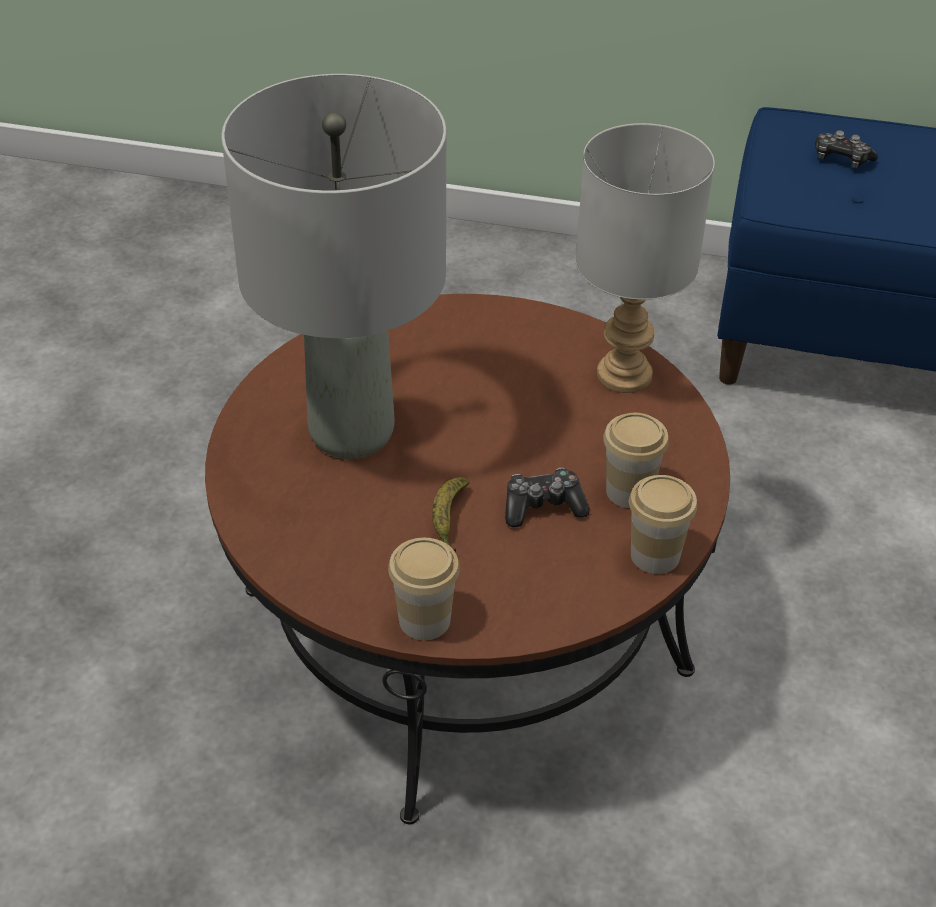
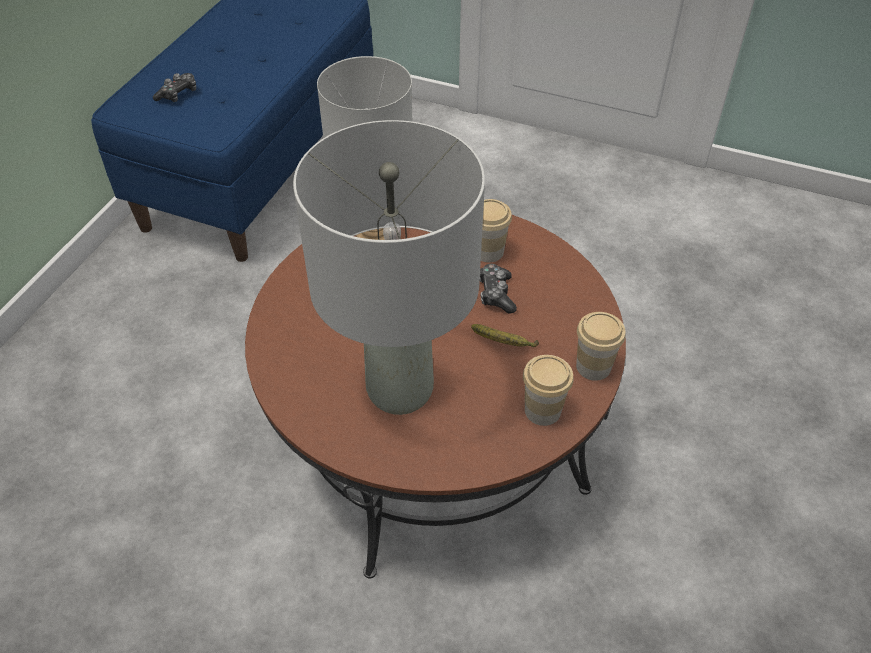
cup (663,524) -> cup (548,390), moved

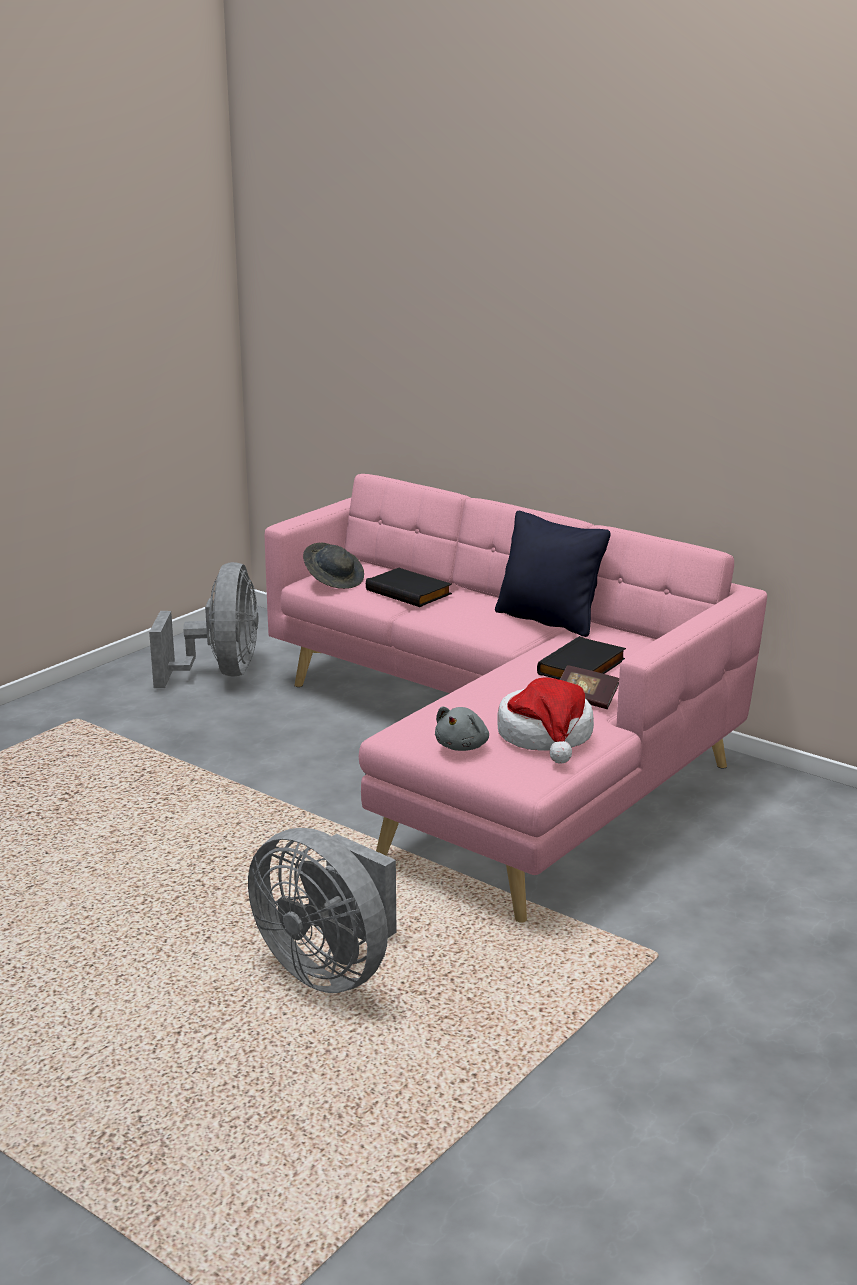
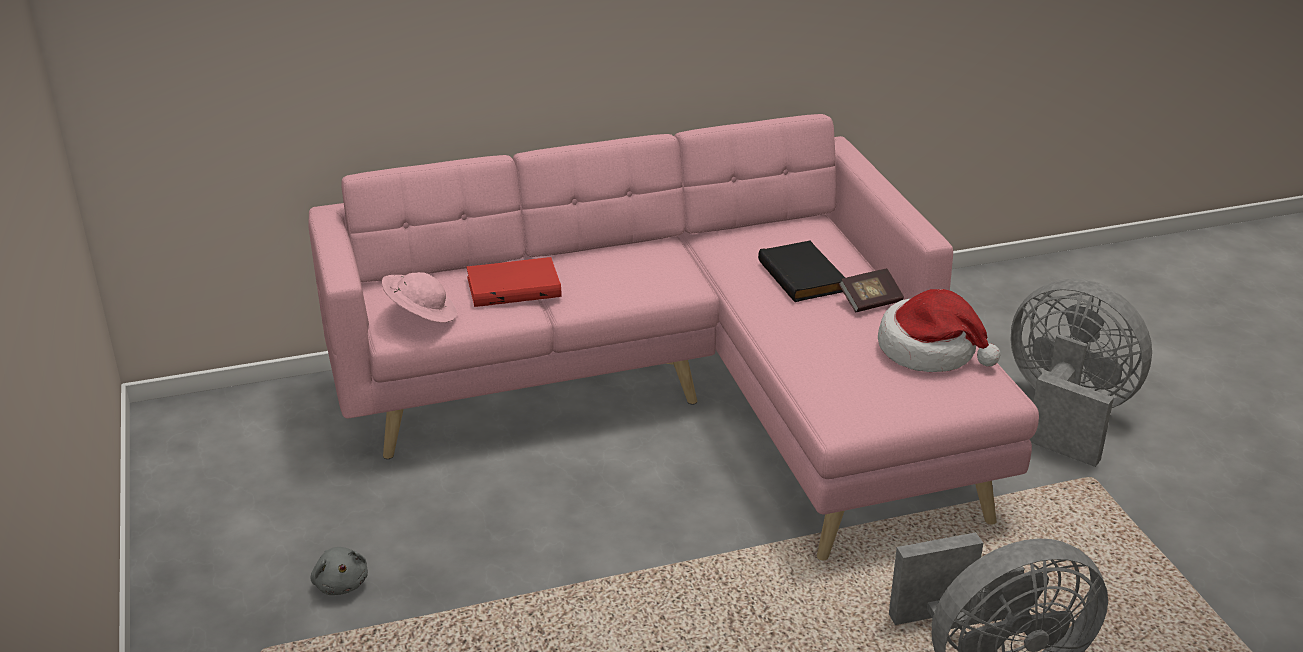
plush toy (grey) (462,728) -> plush toy (grey) (339,571), moved
hat (grey) (333,566) -> hat (pink) (419,297)
book (black) (409,587) -> book (red) (513,282)
fan (grey) (203,625) -> fan (grey) (1081,373), moved
pillow (black) (552,574) -> none

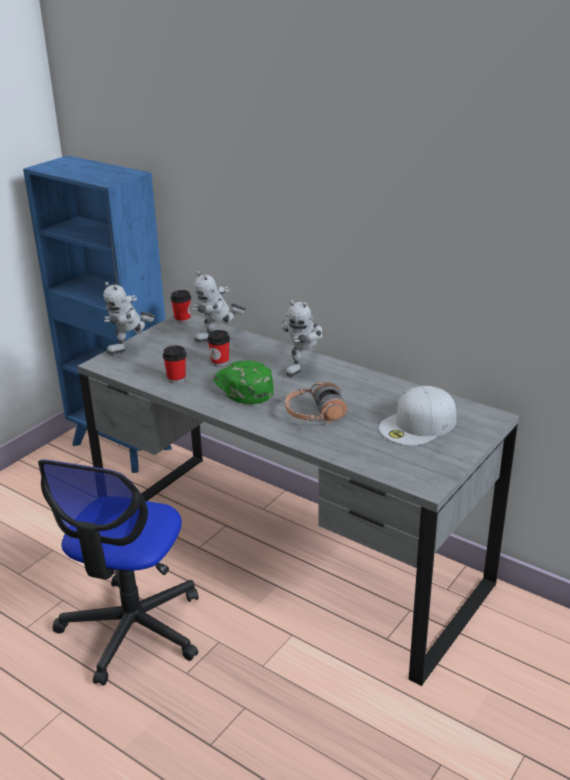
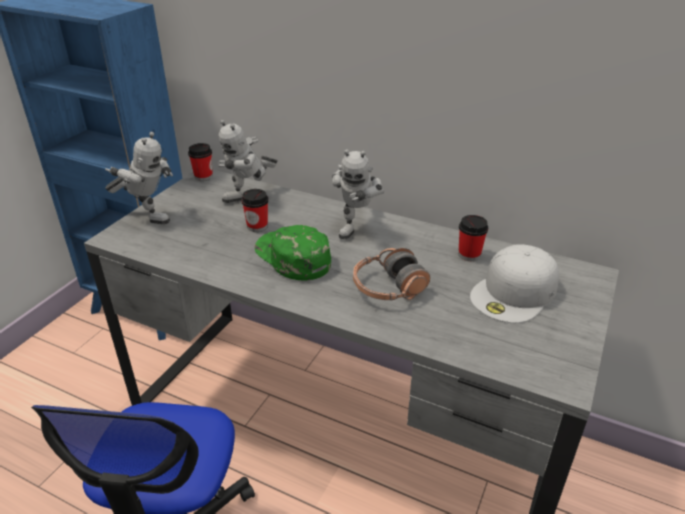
toy robot (129,318) -> toy robot (139,178), 105 degrees counterclockwise
cup (174,365) -> cup (473,238), moved

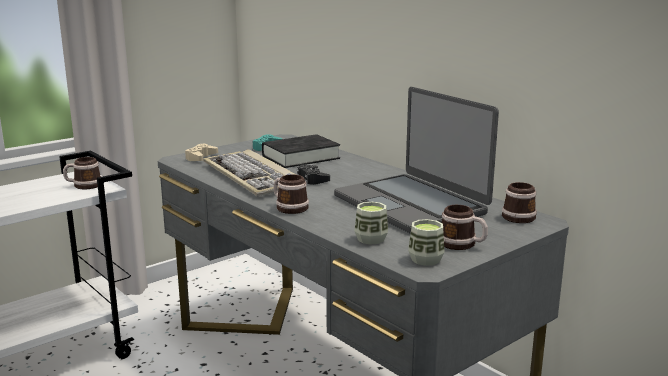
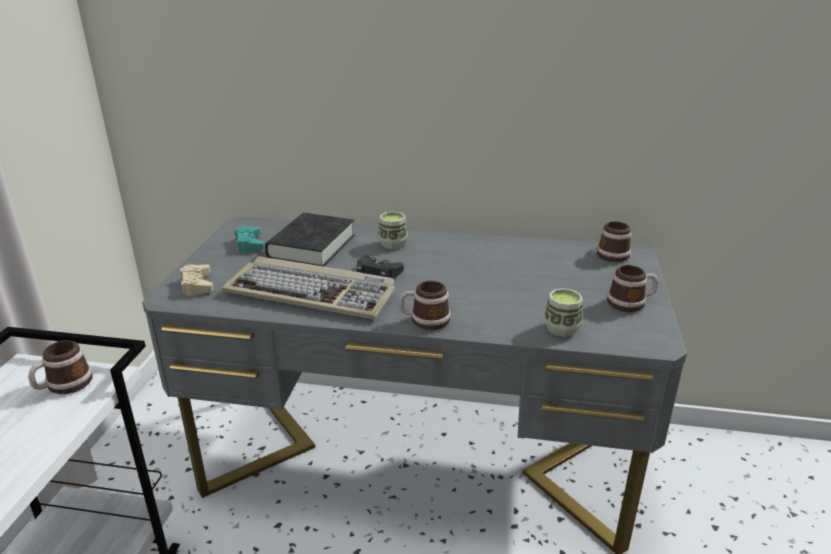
cup (426,242) -> cup (393,230), moved
laptop (416,160) -> none

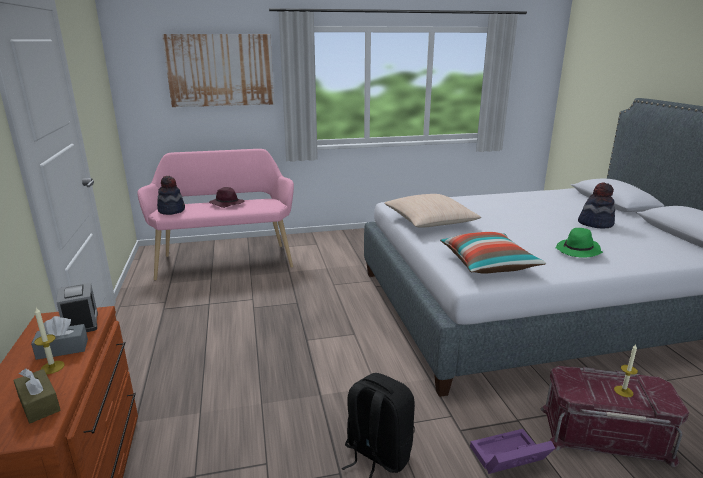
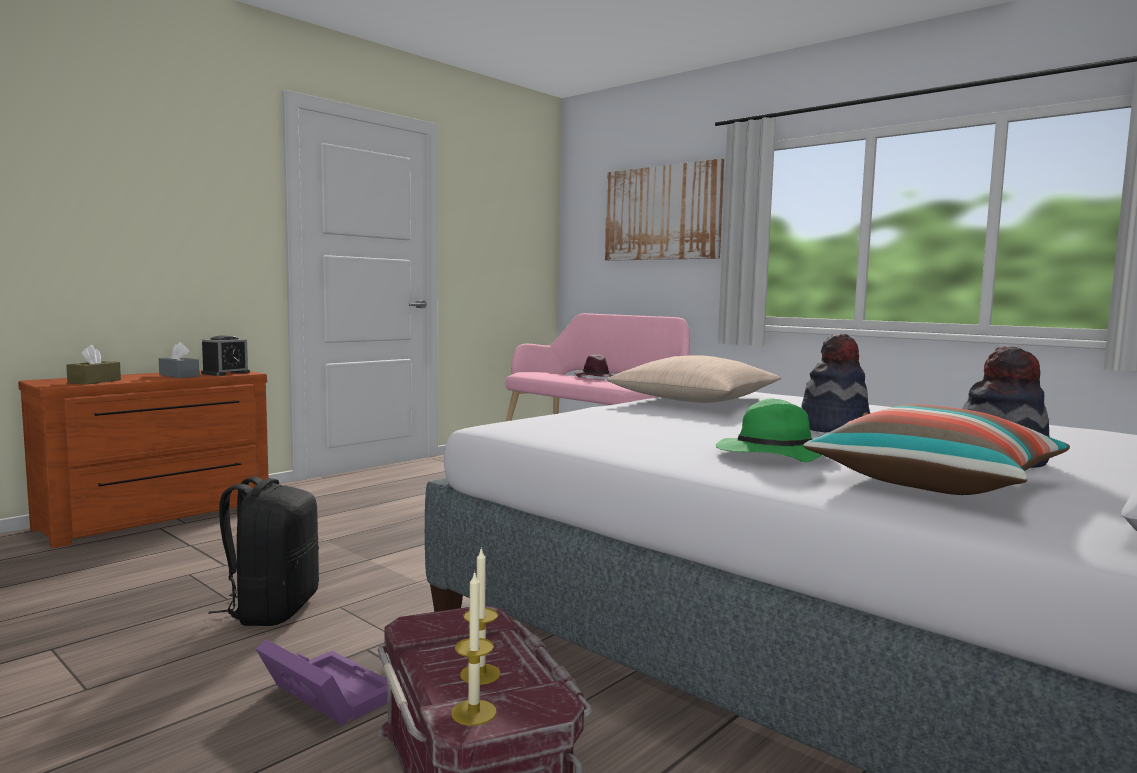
candle (49,341) -> candle (474,648), moved
hat (171,195) -> hat (835,383), moved
pillow (493,253) -> pillow (936,449), moved

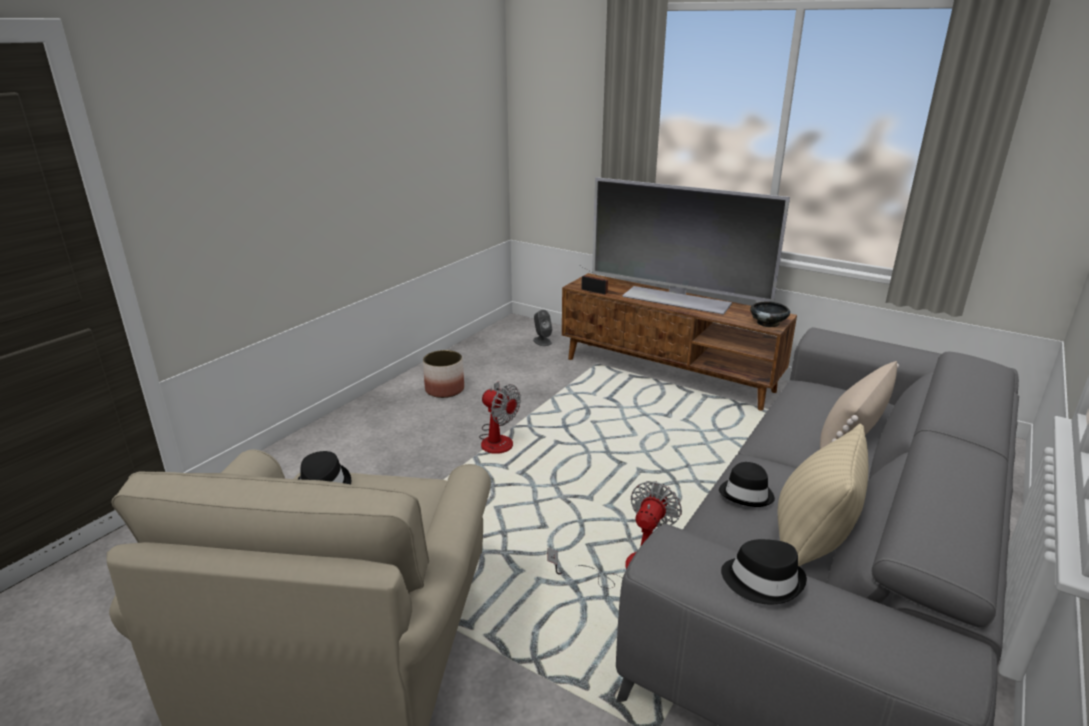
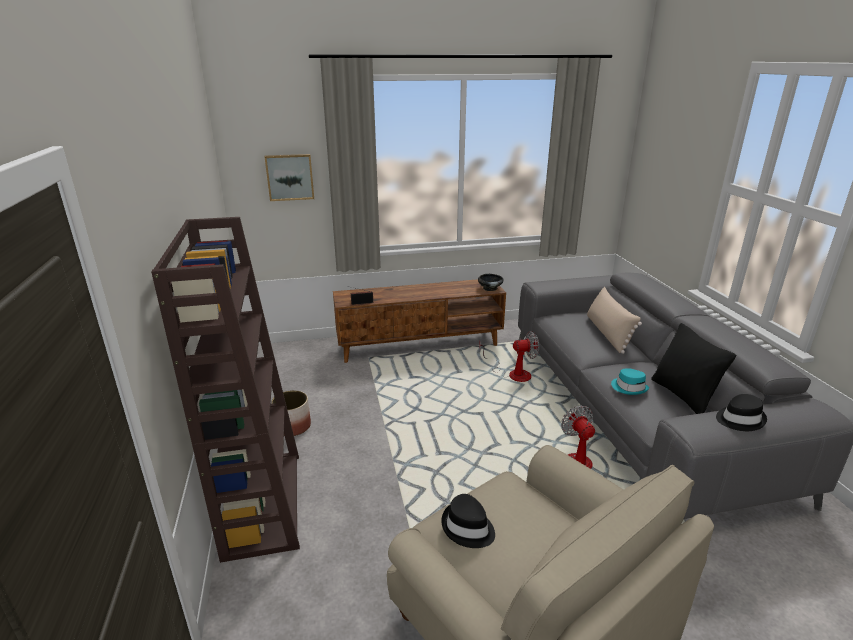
none -> bookcase (brown) (225,390)
none -> picture (289,177)
fan (500,417) -> fan (509,356), moved
hat (black) (747,484) -> hat (turquoise) (630,381)
pillow (beige) (823,495) -> pillow (black) (693,368)
speaker (grey) (542,328) -> none
television (691,246) -> none

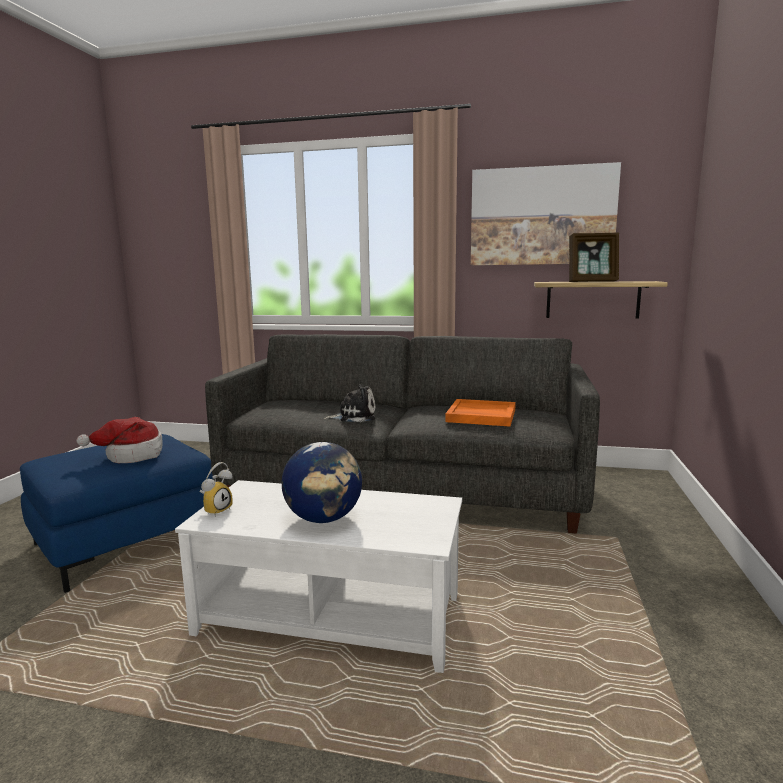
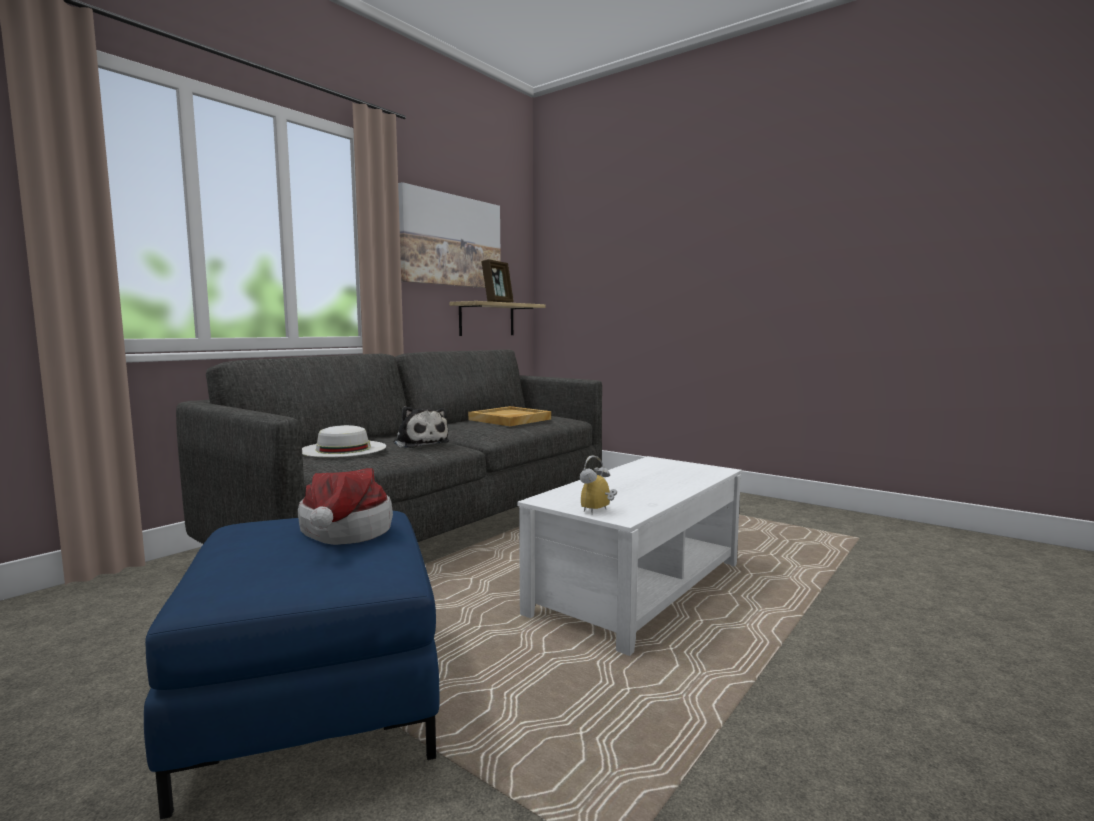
none -> hat (white) (344,441)
plush toy (350,403) -> plush toy (421,427), 120 degrees clockwise
tray (orange) (481,413) -> tray (beige) (509,416)
alarm clock (216,489) -> alarm clock (598,485), 105 degrees counterclockwise
globe (322,482) -> none

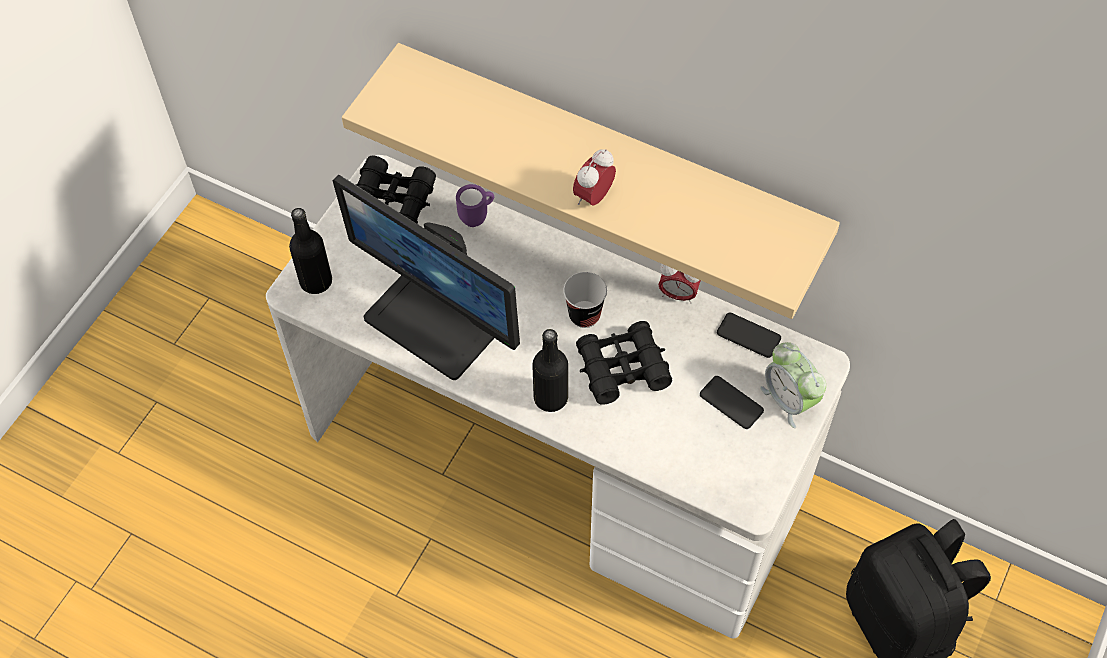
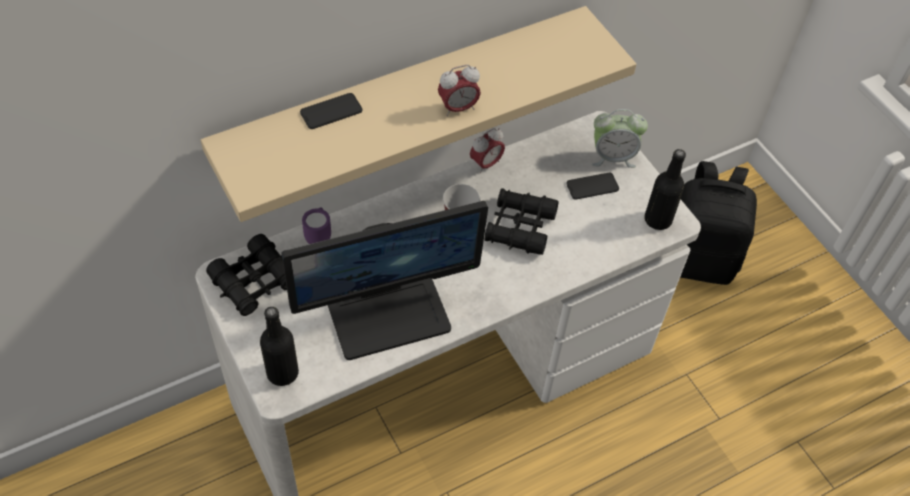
phone (749,335) -> phone (331,111), moved
alarm clock (594,177) -> alarm clock (459,90), 90 degrees counterclockwise
bottle (black) (550,370) -> bottle (black) (665,189), moved

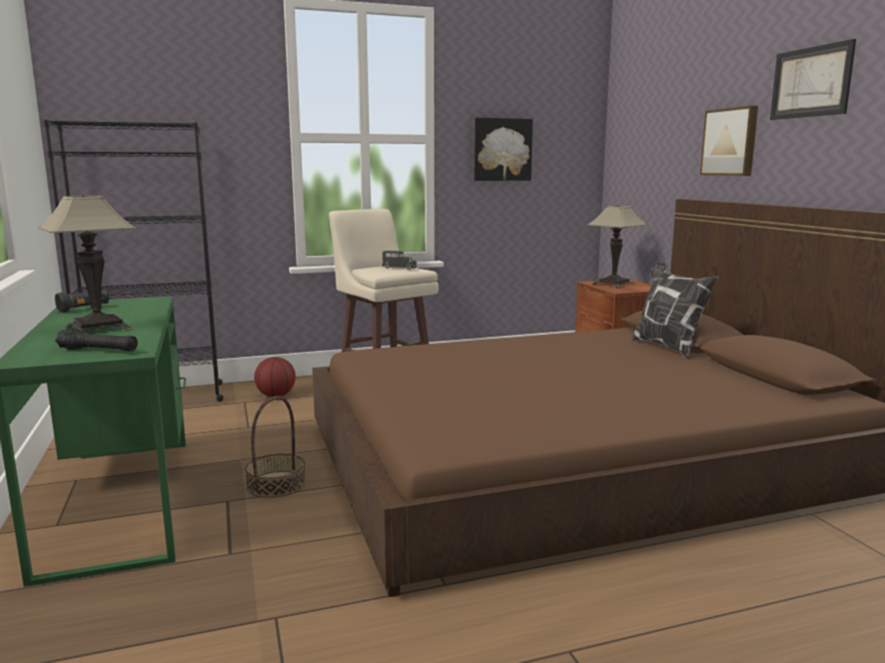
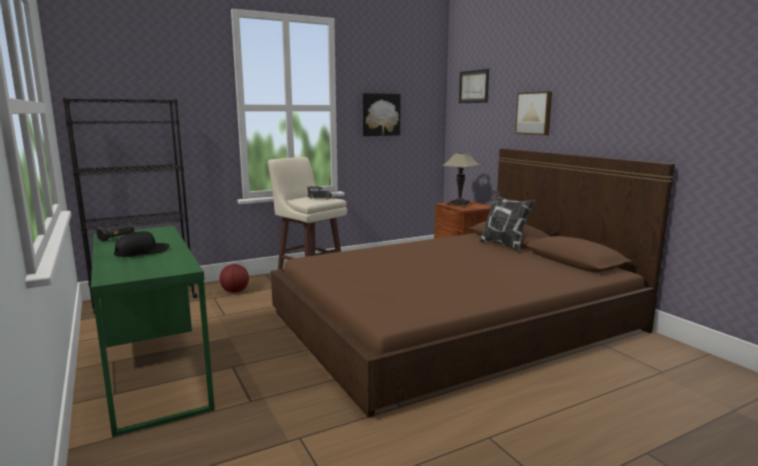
table lamp (87,263) -> cap (black) (142,244)
picture (813,79) -> picture (474,86), moved
flashlight (black) (96,340) -> none
basket (275,447) -> none

